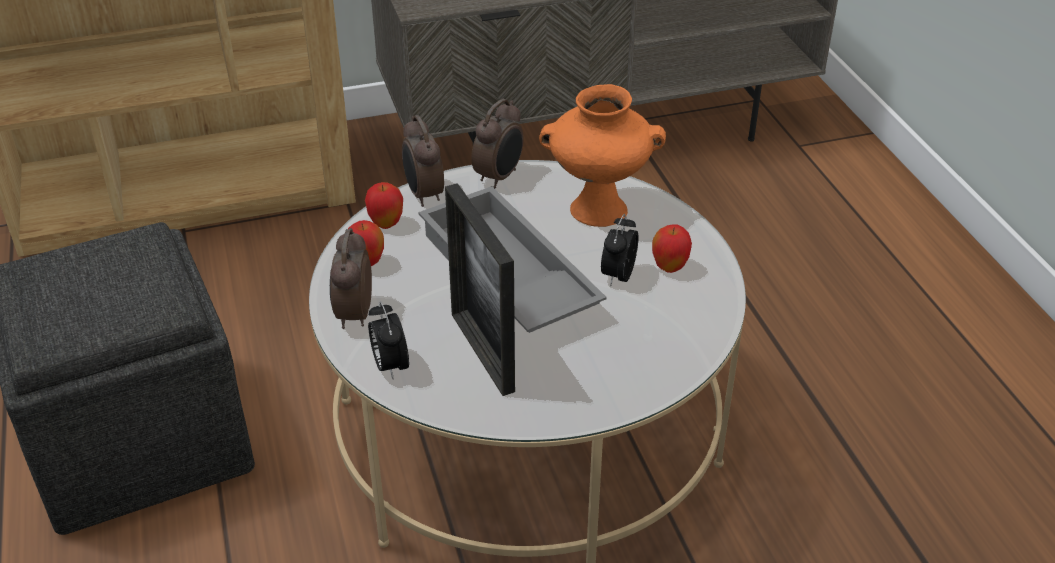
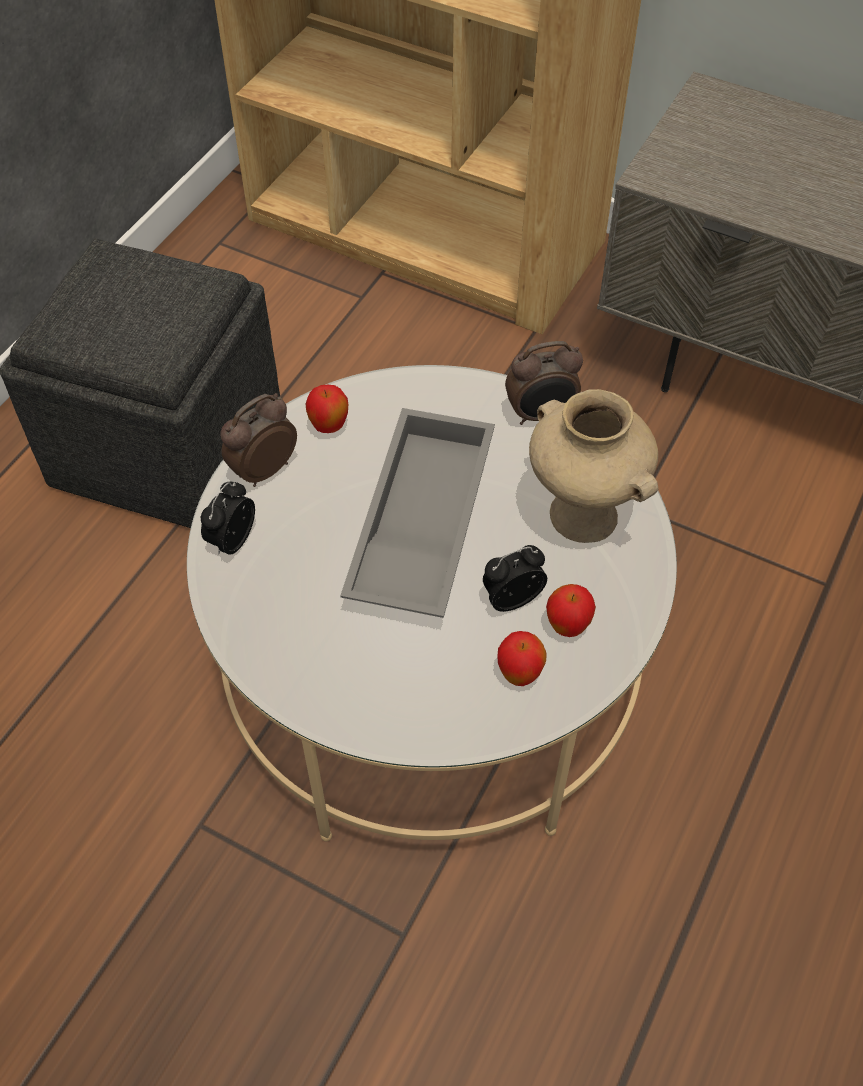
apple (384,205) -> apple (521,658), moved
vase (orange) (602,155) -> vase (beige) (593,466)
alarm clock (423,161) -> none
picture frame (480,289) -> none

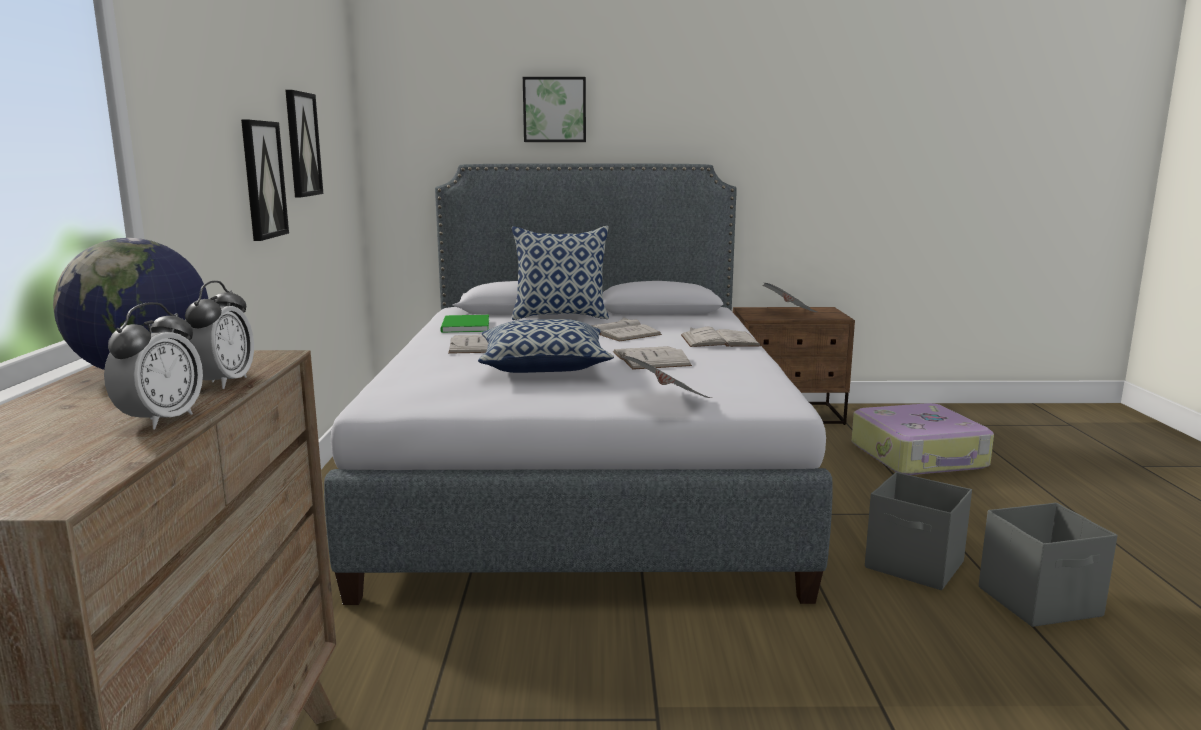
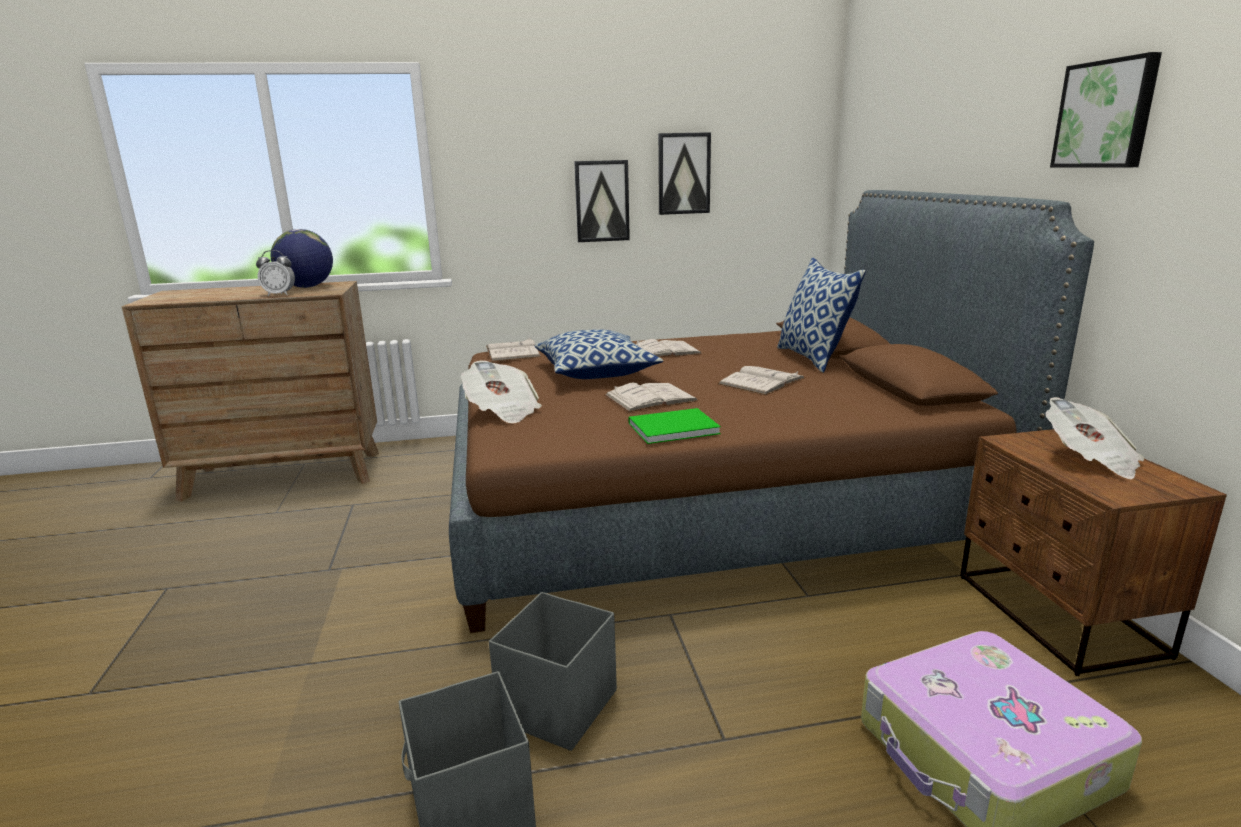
bed (grey) (578,384) -> bed (brown) (771,411)
book (white) (721,337) -> book (white) (513,349), moved
book (green) (464,324) -> book (green) (674,426), moved
picture (554,109) -> picture (1106,110), moved
alarm clock (153,366) -> none

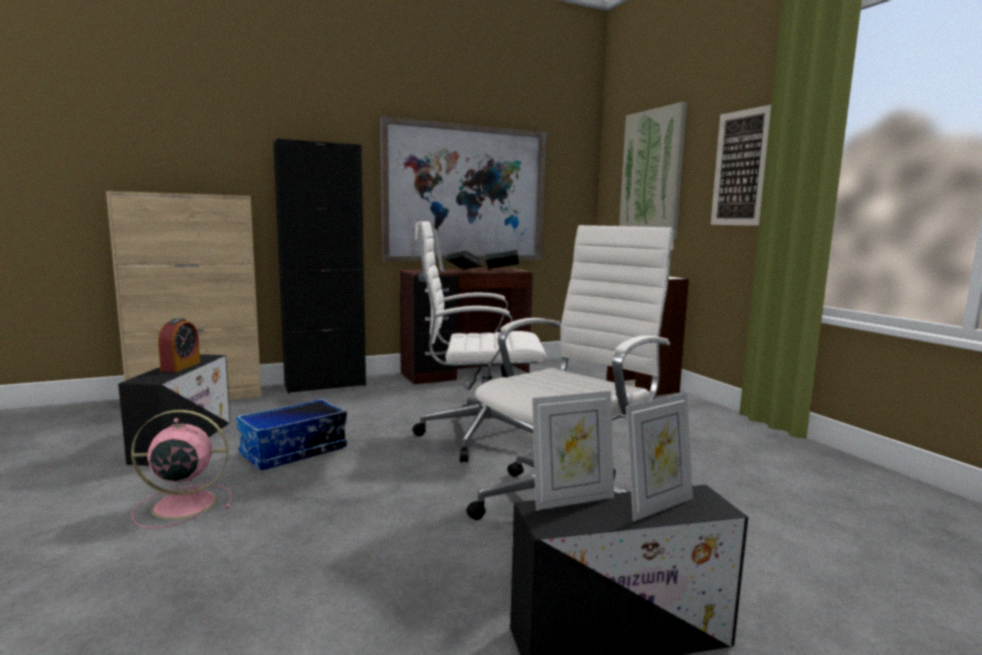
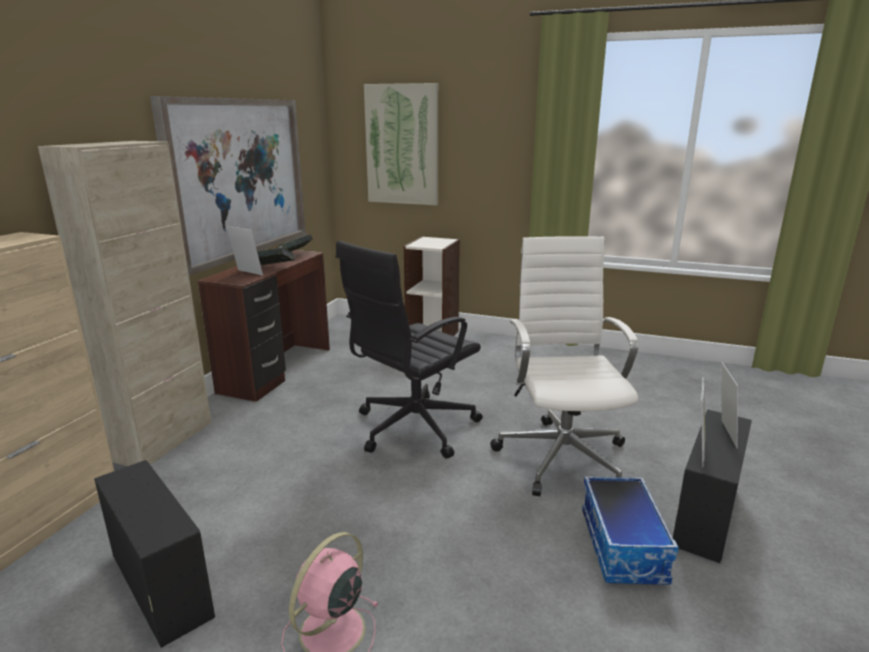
cabinet (black) (319,266) -> cabinet (beige) (125,303)
office chair (white) (480,341) -> office chair (black) (409,350)
storage box (291,434) -> storage box (630,530), moved
alarm clock (179,345) -> none
picture (741,165) -> none

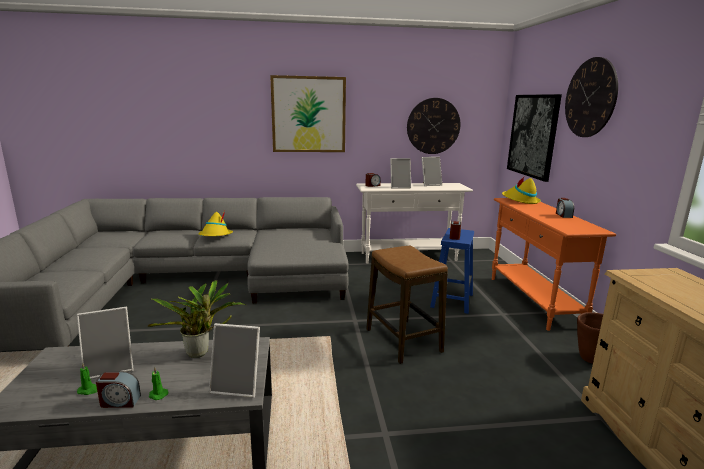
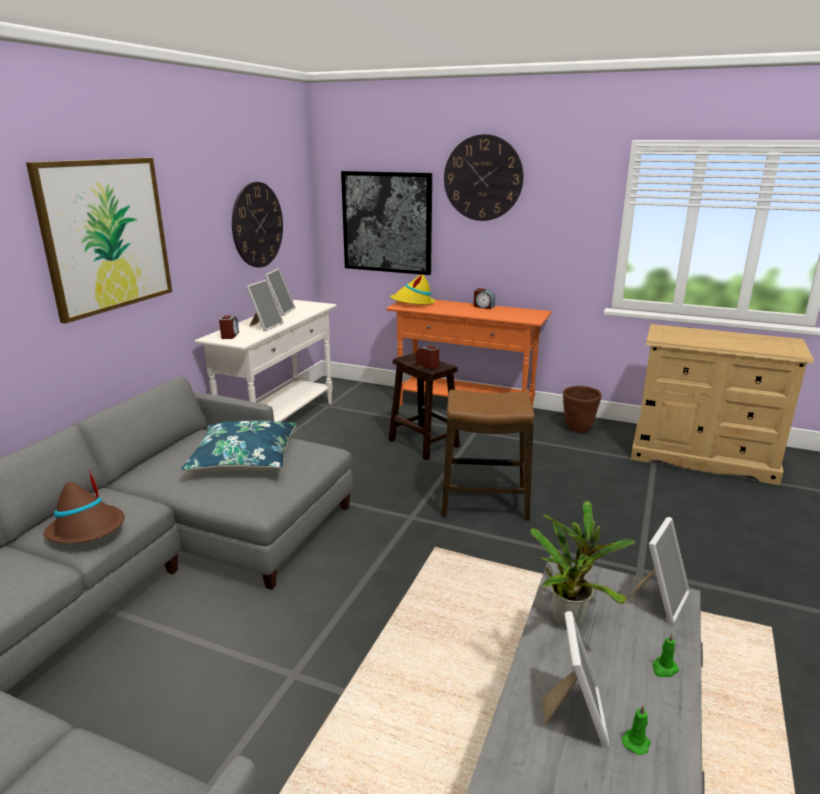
hat (yellow) (215,223) -> hat (brown) (84,506)
none -> pillow (blue) (239,446)
stool (blue) (452,271) -> stool (brown) (424,406)
alarm clock (118,389) -> none

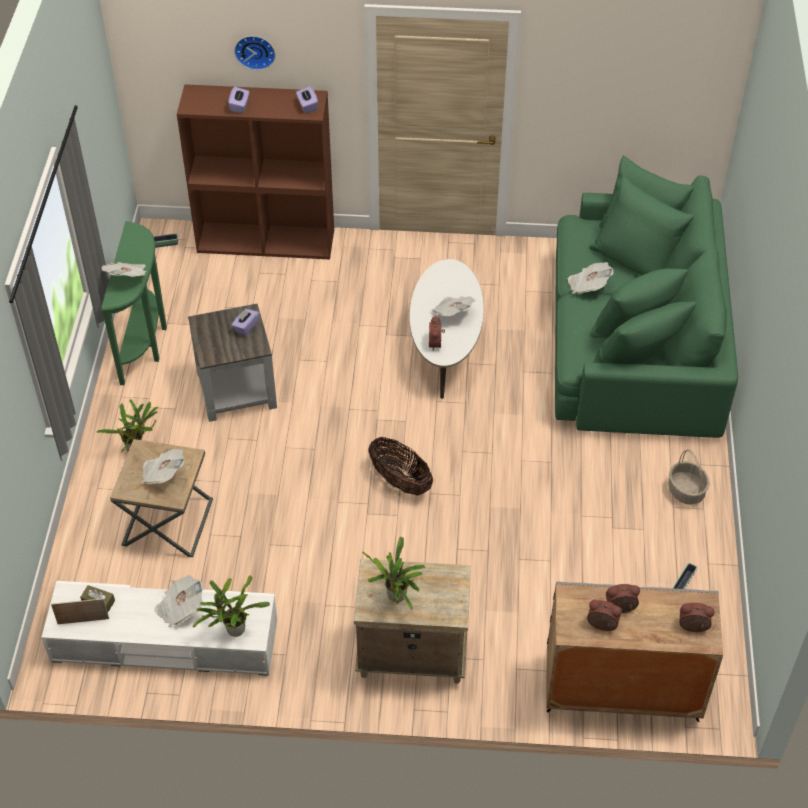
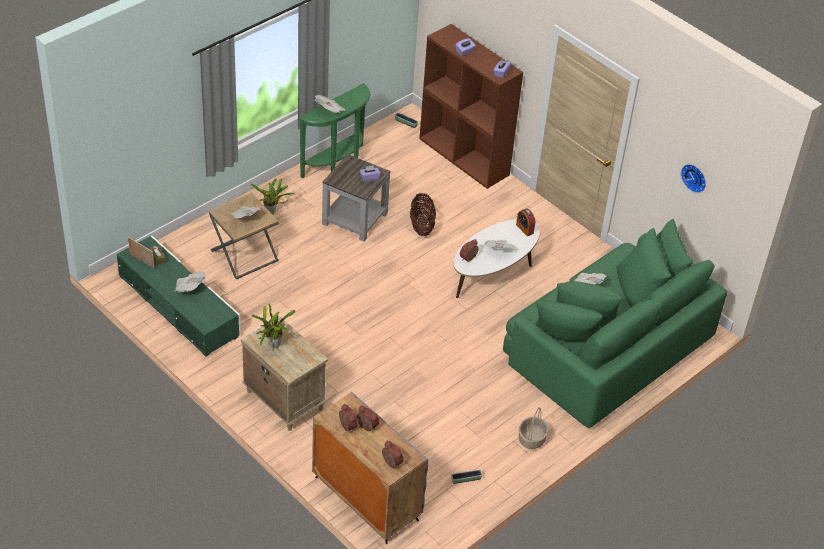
tv stand (white) (159,628) -> tv stand (green) (179,296)
basket (400,466) -> basket (423,214), moved
none -> alarm clock (525,222)
wall clock (255,53) -> wall clock (693,178), moved
potted plant (231,606) -> none

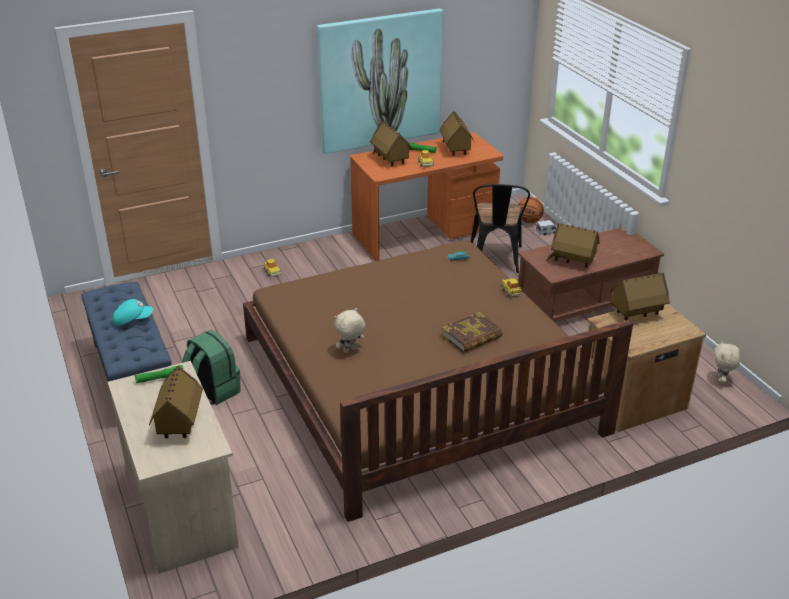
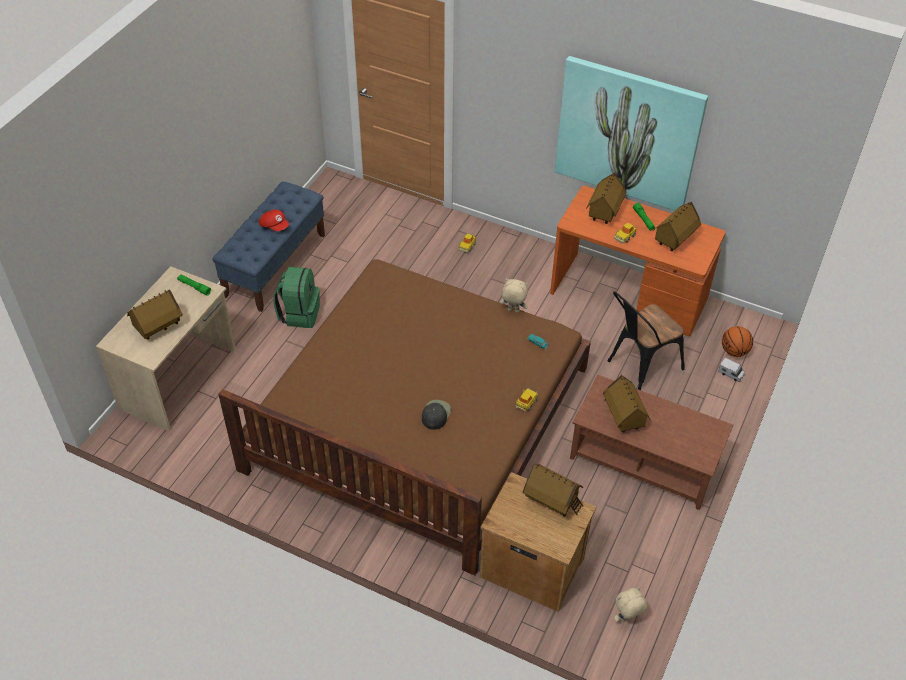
cap (turquoise) (133,312) -> cap (red) (274,220)
book (472,332) -> cap (black) (436,415)
plush toy (beige) (350,330) -> plush toy (beige) (514,295), moved

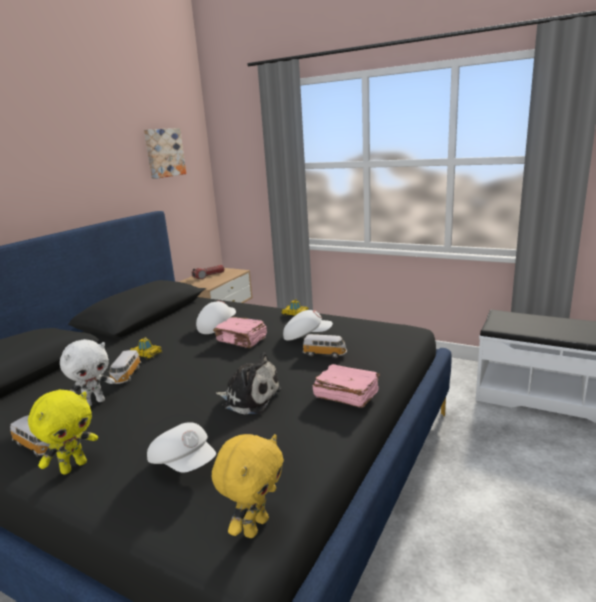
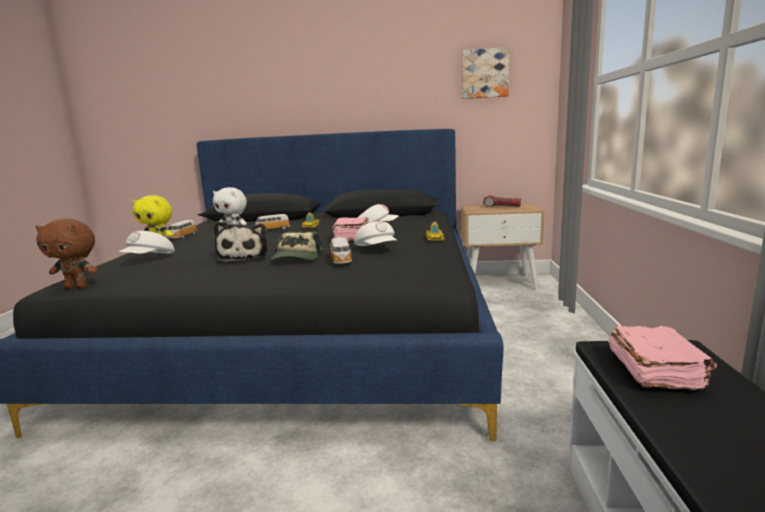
plush toy (yellow) (248,486) -> plush toy (brown) (67,253)
none -> cap (297,245)
book (pink) (346,386) -> book (pink) (662,358), moved

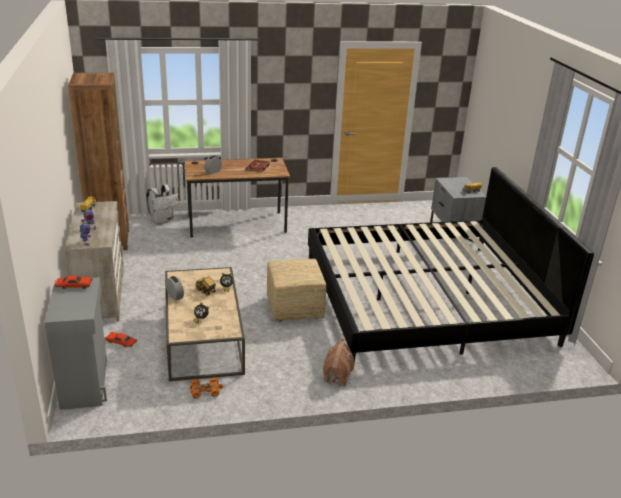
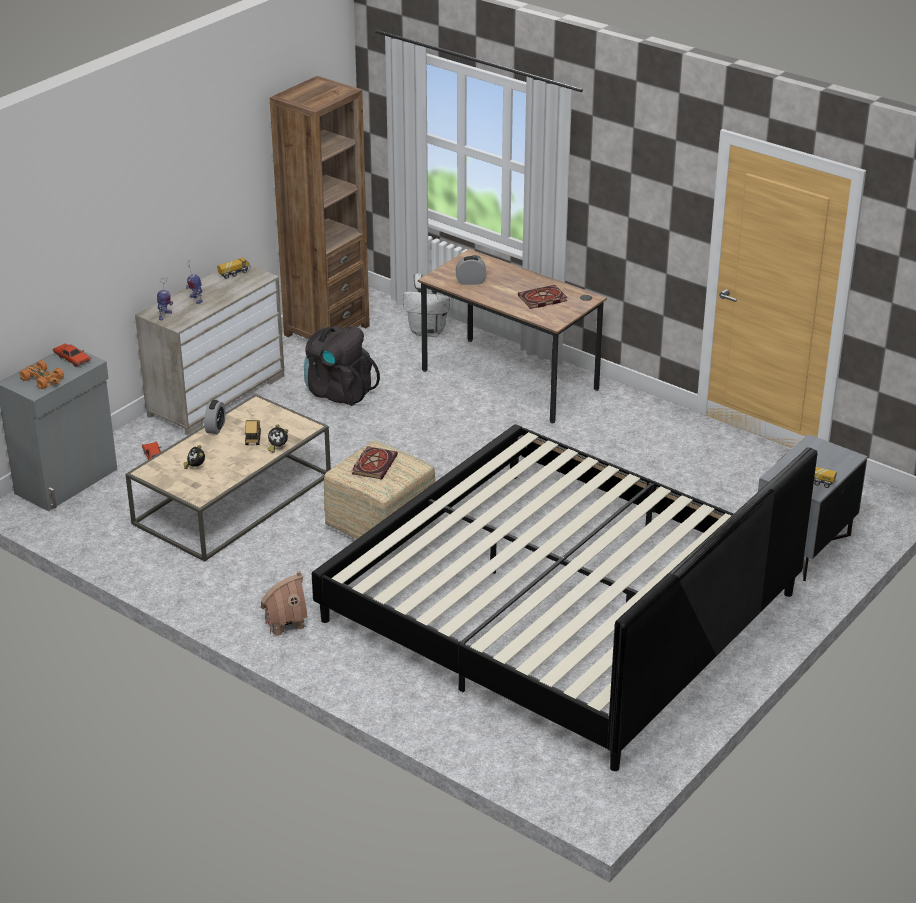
toy car (orange) (207,387) -> toy car (orange) (42,374), moved
none -> backpack (black) (342,366)
none -> book (375,462)

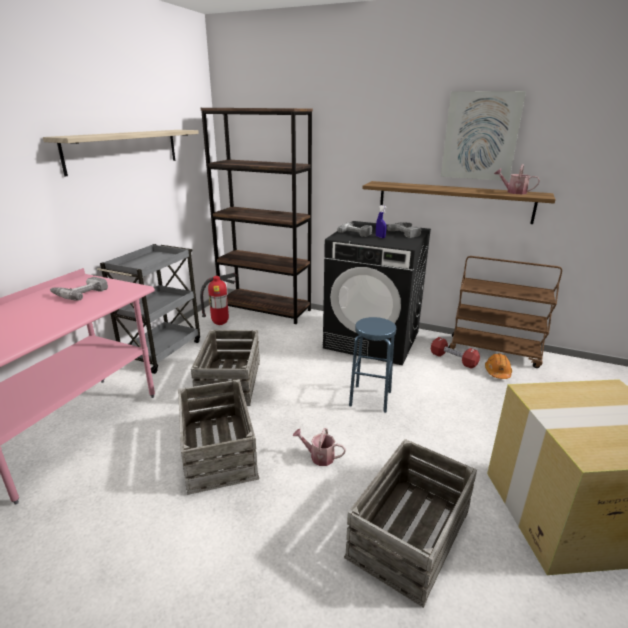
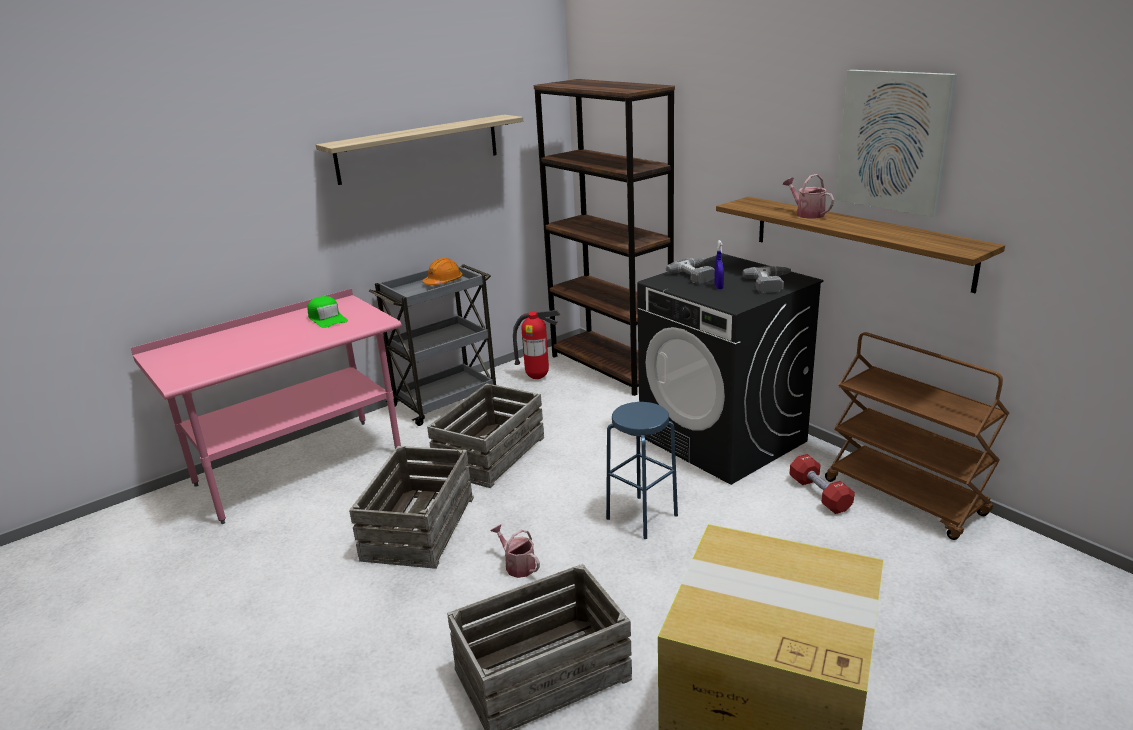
power drill (79,289) -> cap (green) (327,312)
hard hat (orange) (498,366) -> hard hat (orange) (443,271), moved
watering can (517,179) -> watering can (808,196), moved

